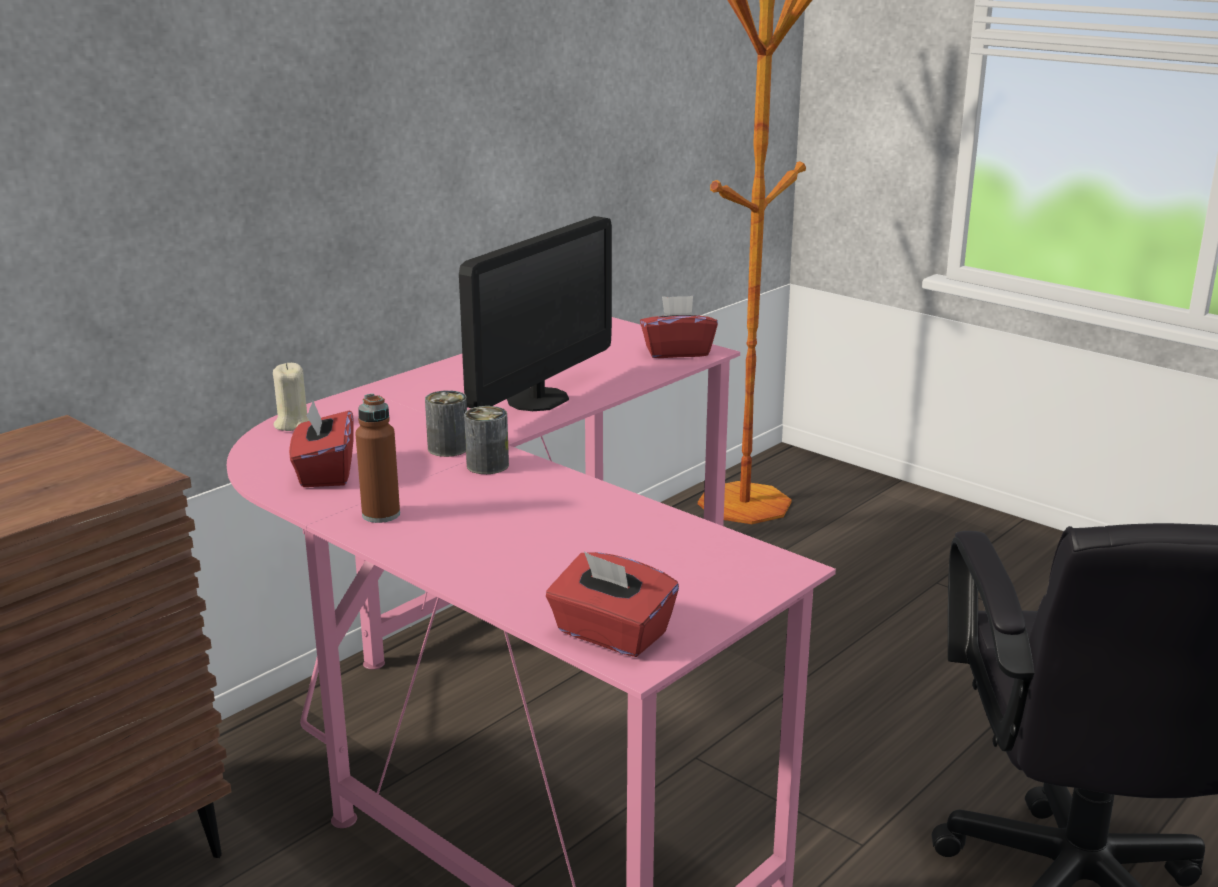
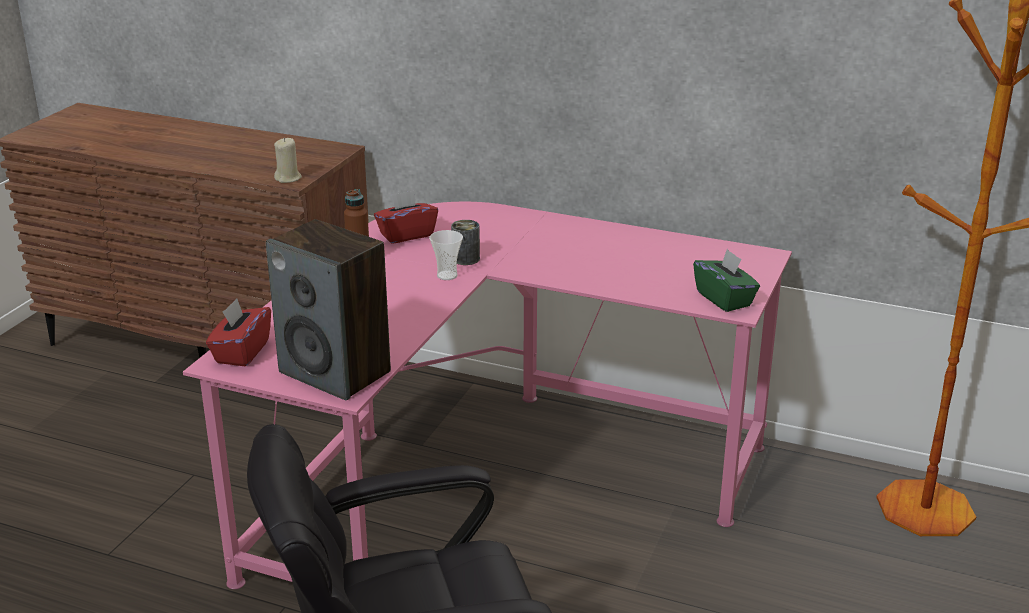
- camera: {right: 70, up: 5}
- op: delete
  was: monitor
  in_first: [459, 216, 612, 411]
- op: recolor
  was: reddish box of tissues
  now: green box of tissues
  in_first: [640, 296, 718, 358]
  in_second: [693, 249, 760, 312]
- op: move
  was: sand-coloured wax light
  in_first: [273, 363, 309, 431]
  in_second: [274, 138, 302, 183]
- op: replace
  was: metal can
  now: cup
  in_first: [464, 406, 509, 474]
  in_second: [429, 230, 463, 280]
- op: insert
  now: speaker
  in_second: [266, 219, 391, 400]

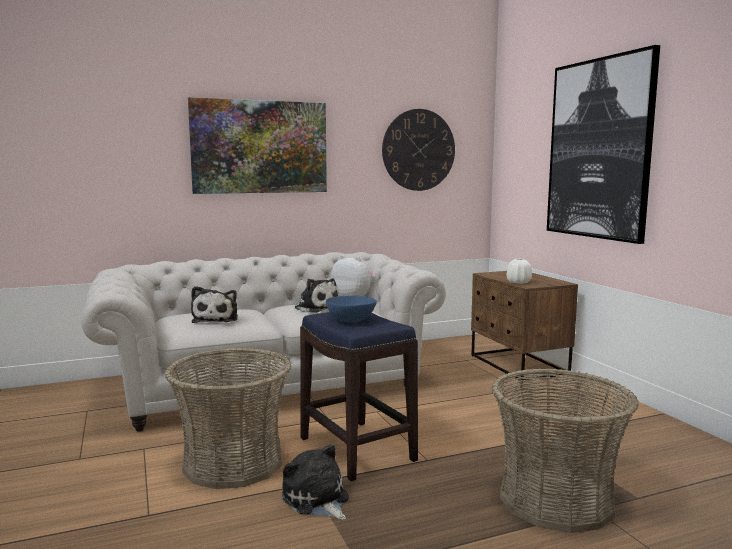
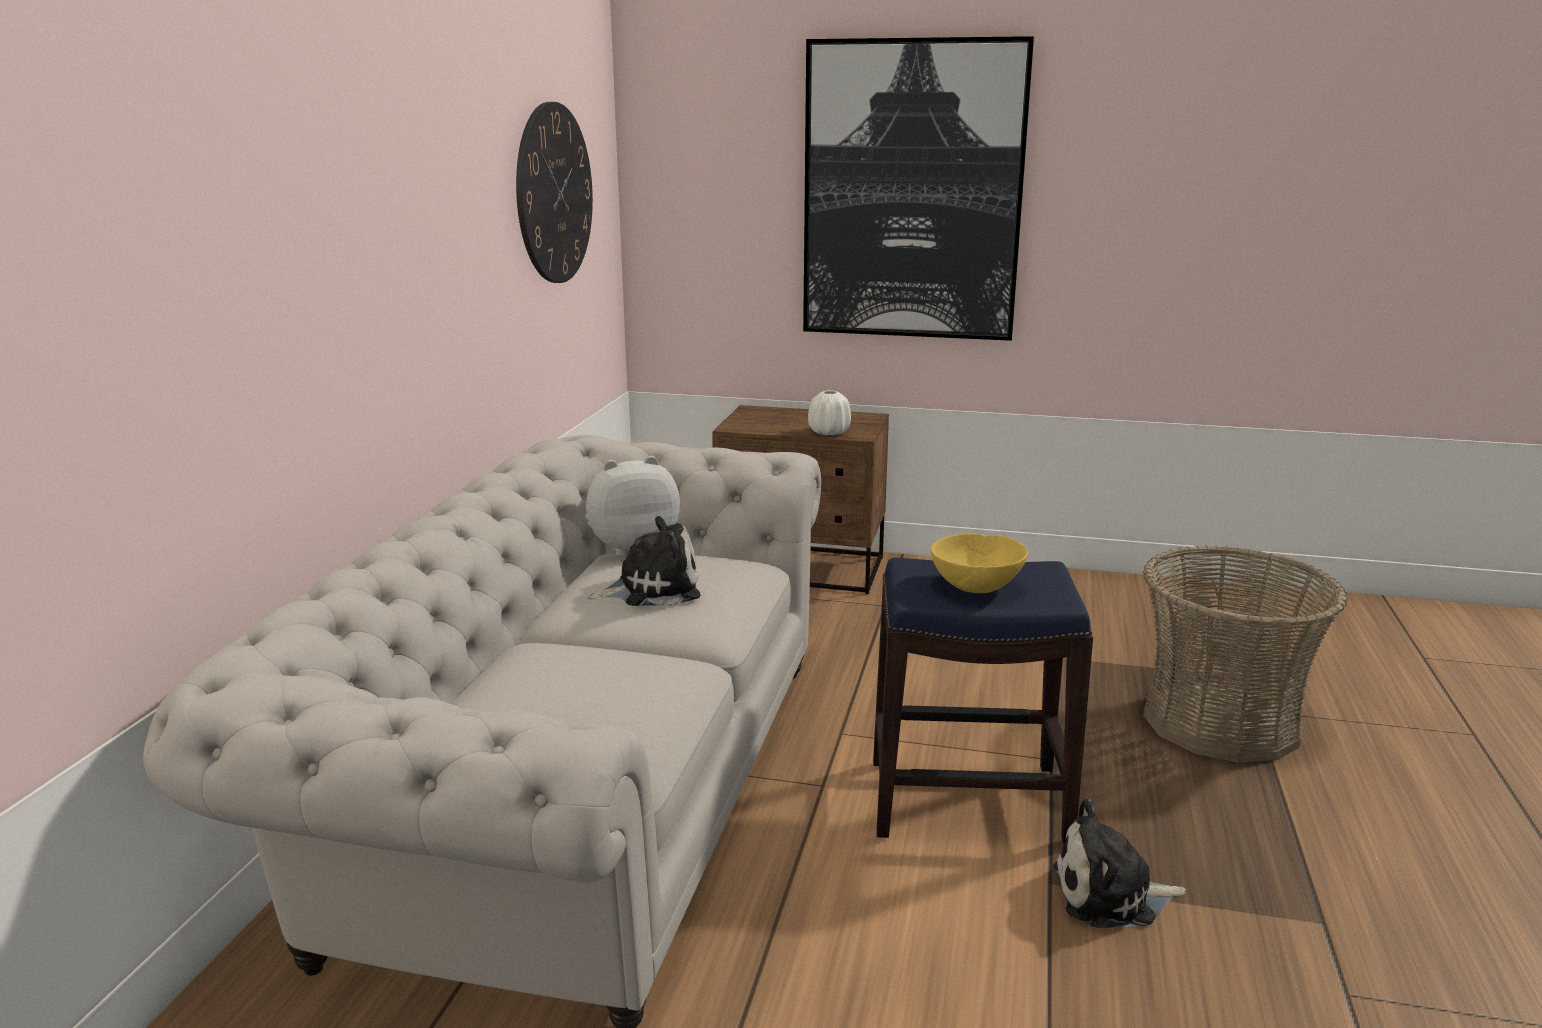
- camera: {right: -55, up: 10}
- op: delete
  was: wall art
  in_first: [188, 97, 327, 194]
- op: delete
  was: plush toy
  in_first: [191, 286, 237, 323]
- op: recolor
  was: bluish deep dish
  now: yellow deep dish
  in_first: [326, 296, 377, 322]
  in_second: [931, 533, 1028, 593]
- op: delete
  was: storage basket
  in_first: [165, 347, 292, 489]

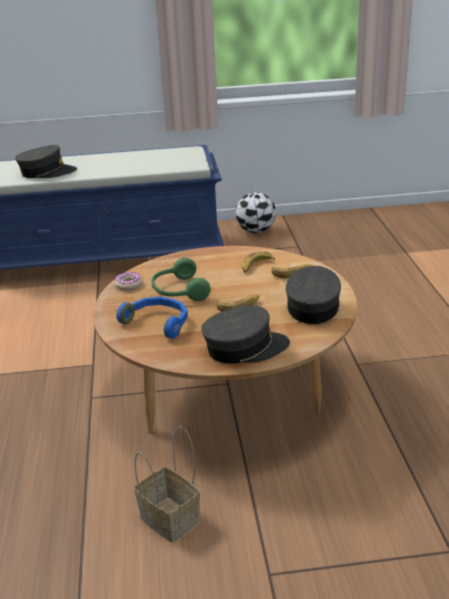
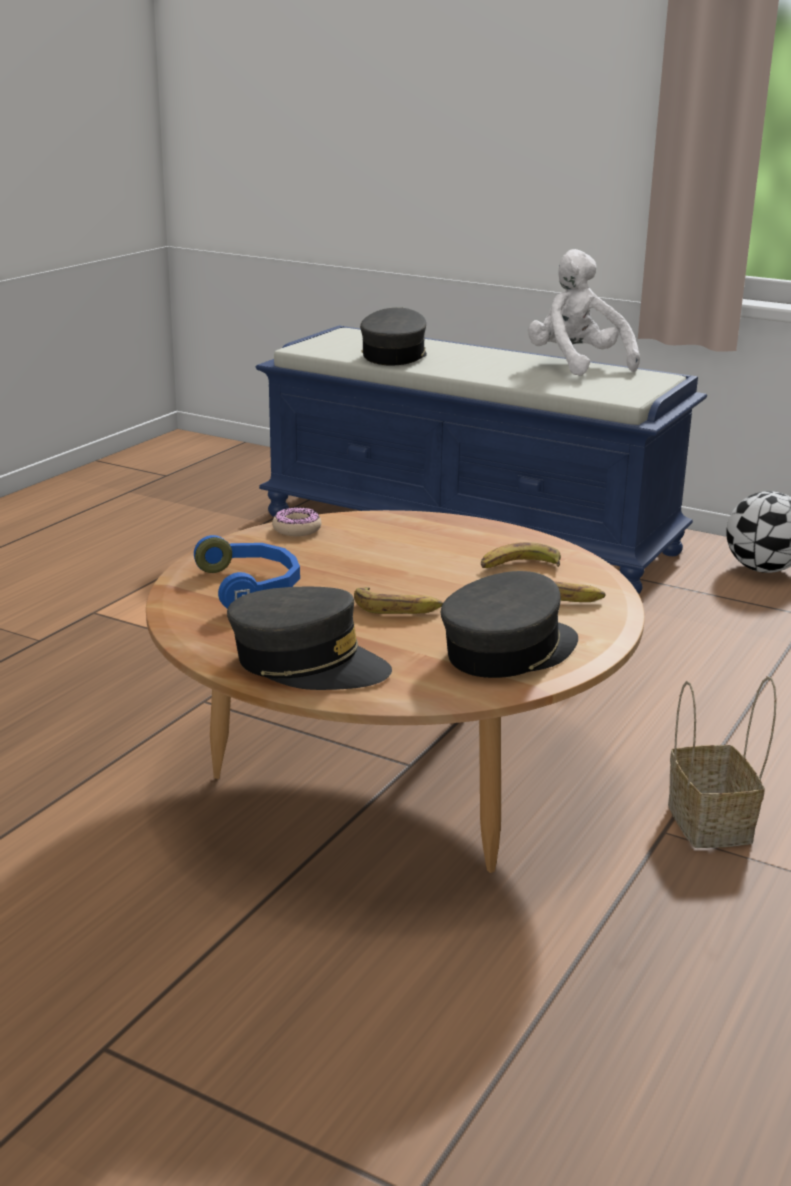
- camera: {right: 35, up: -5}
- op: rotate
  was: gray cap
  in_first: [15, 145, 77, 178]
  in_second: [360, 307, 427, 366]
  clockwise: -105
- op: delete
  was: green headphones
  in_first: [152, 258, 211, 301]
- op: move
  was: storage basket
  in_first: [134, 426, 200, 542]
  in_second: [668, 676, 777, 848]
- op: insert
  now: white plush toy
  in_second: [528, 249, 640, 376]

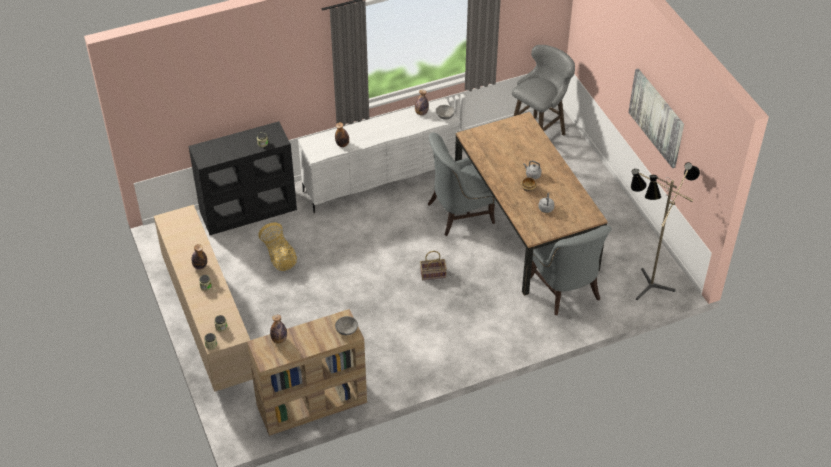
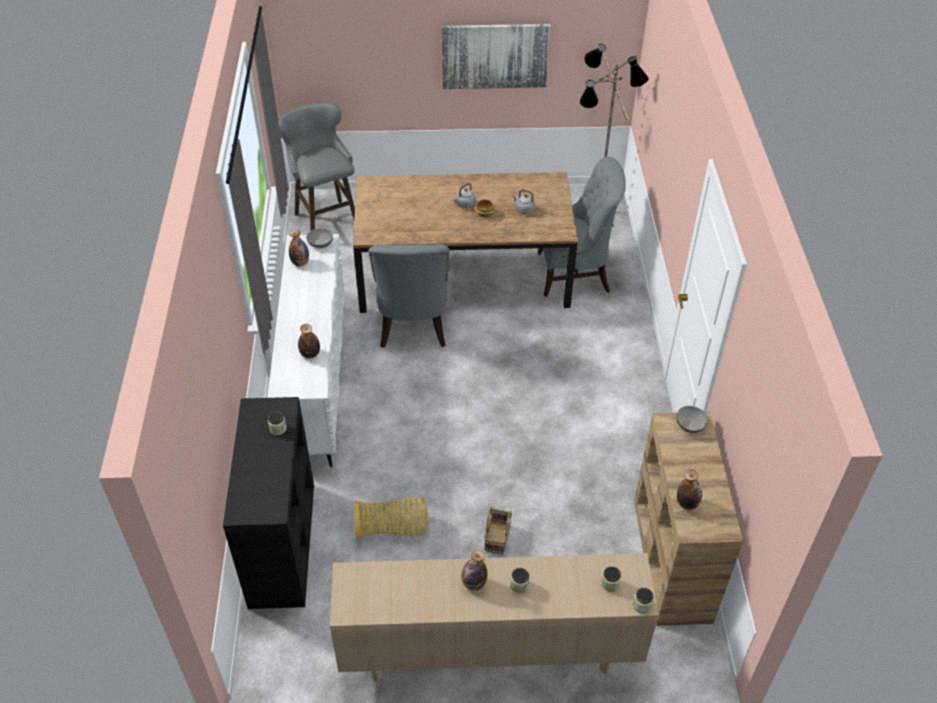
- camera: {right: -70, up: 0}
- op: move
  was: storage basket
  in_first: [420, 251, 447, 280]
  in_second: [484, 507, 512, 554]

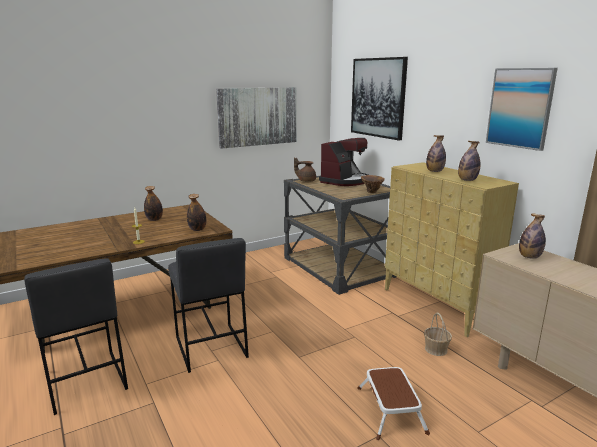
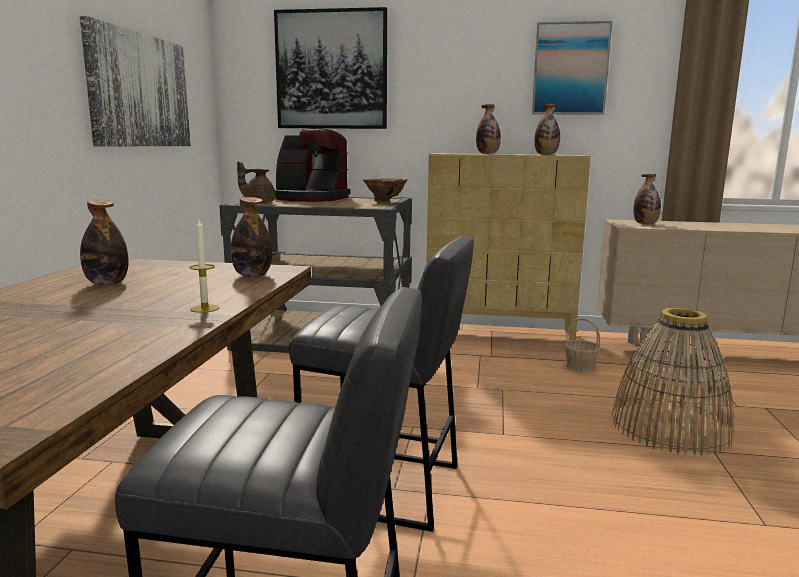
- camera: {right: -50, up: -5}
- op: rotate
  was: coffee maker
  in_first: [319, 138, 368, 186]
  in_second: [274, 128, 351, 202]
  clockwise: 120
- op: replace
  was: brownish stepladder
  now: storage basket
  in_first: [357, 367, 430, 440]
  in_second: [612, 308, 734, 456]

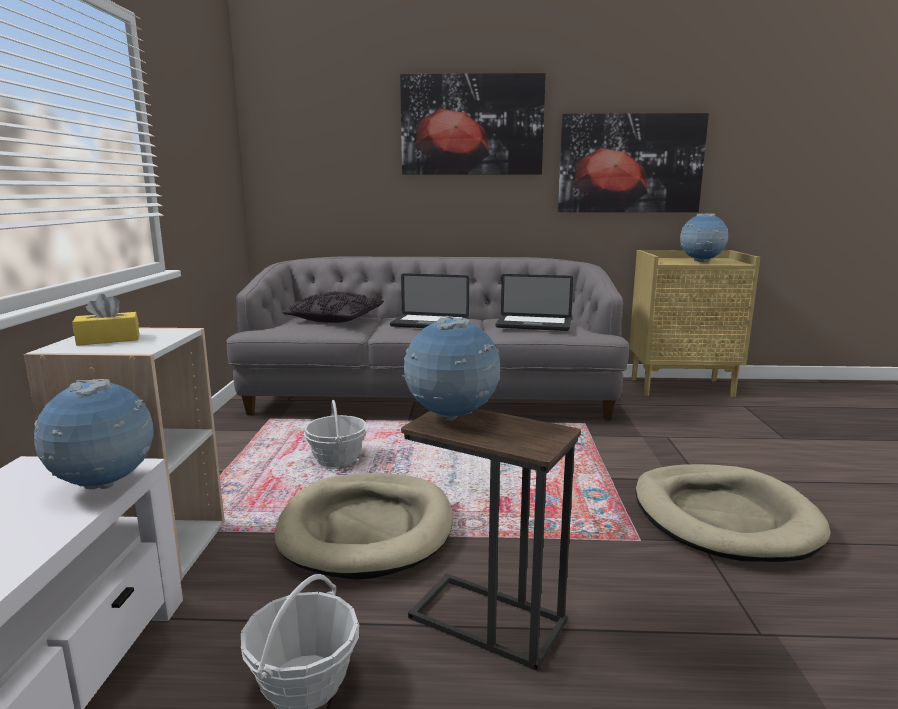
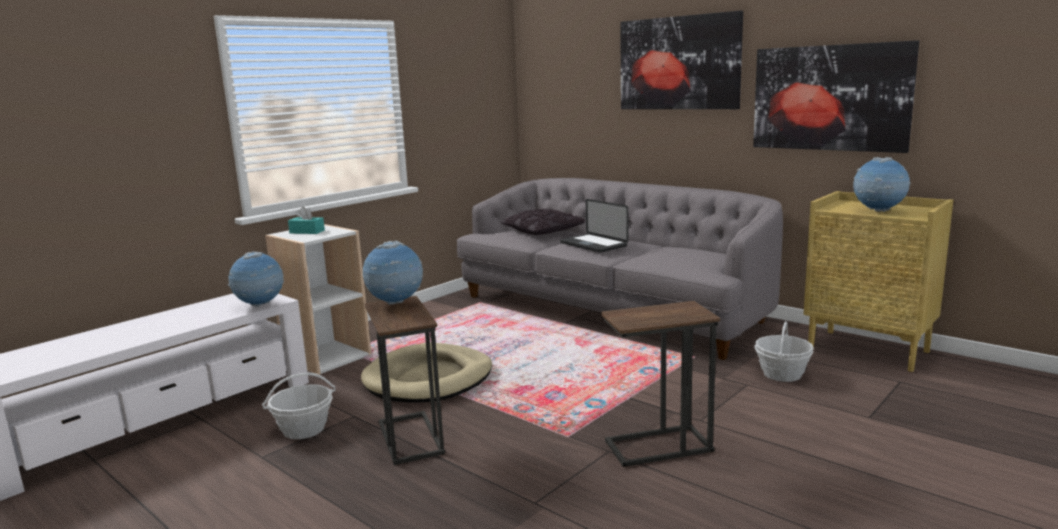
- camera: {right: 40, up: 0}
- op: delete
  was: portable computer
  in_first: [496, 274, 573, 331]
- op: recolor
  was: yellow box of tissues
  now: turquoise-coloured box of tissues
  in_first: [72, 294, 139, 346]
  in_second: [288, 206, 325, 234]
- op: move
  was: storage basket
  in_first: [304, 400, 367, 467]
  in_second: [755, 321, 814, 382]
- op: replace
  was: sand-coloured pet bed
  now: brownish end table
  in_first: [635, 464, 831, 562]
  in_second: [601, 301, 720, 467]

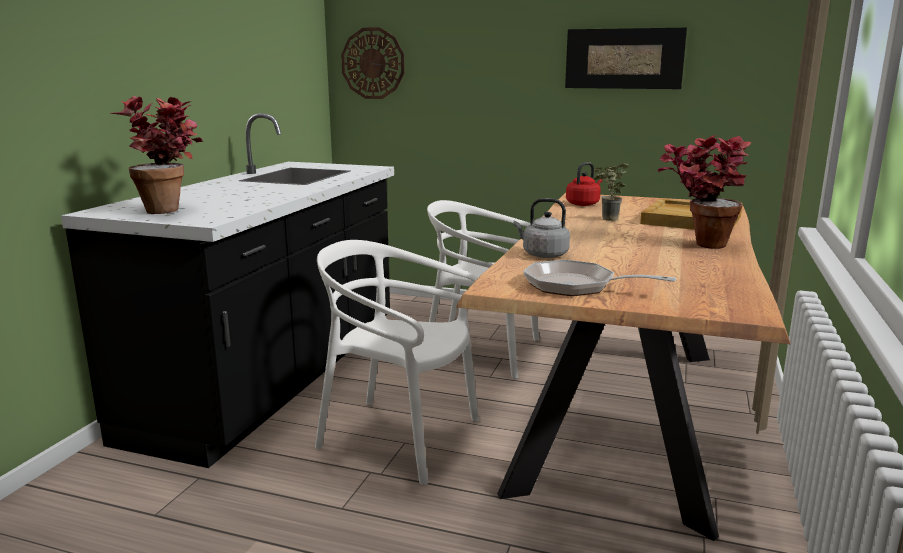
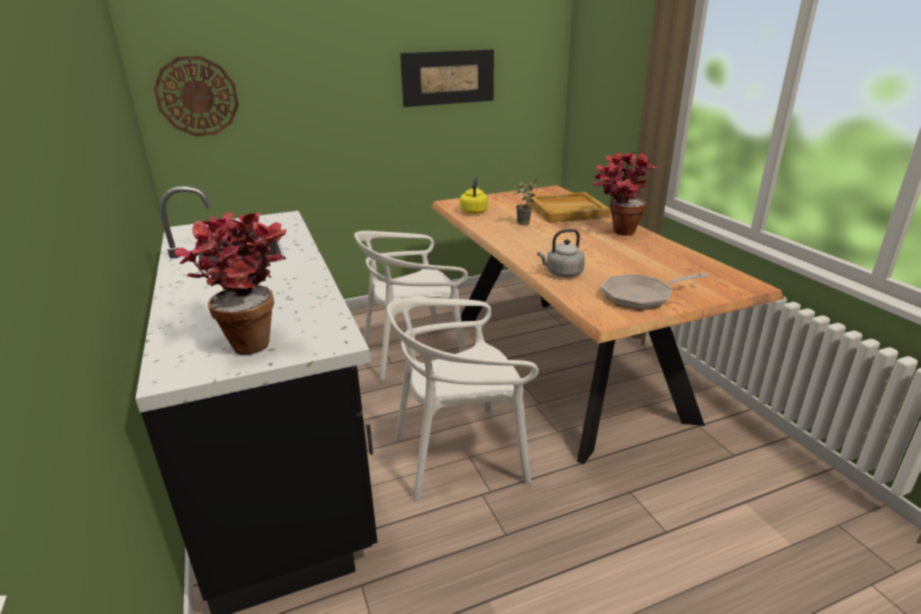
- camera: {right: -40, up: 10}
- op: recolor
  was: reddish kettle
  now: yellow kettle
  in_first: [566, 162, 603, 206]
  in_second: [460, 177, 488, 214]

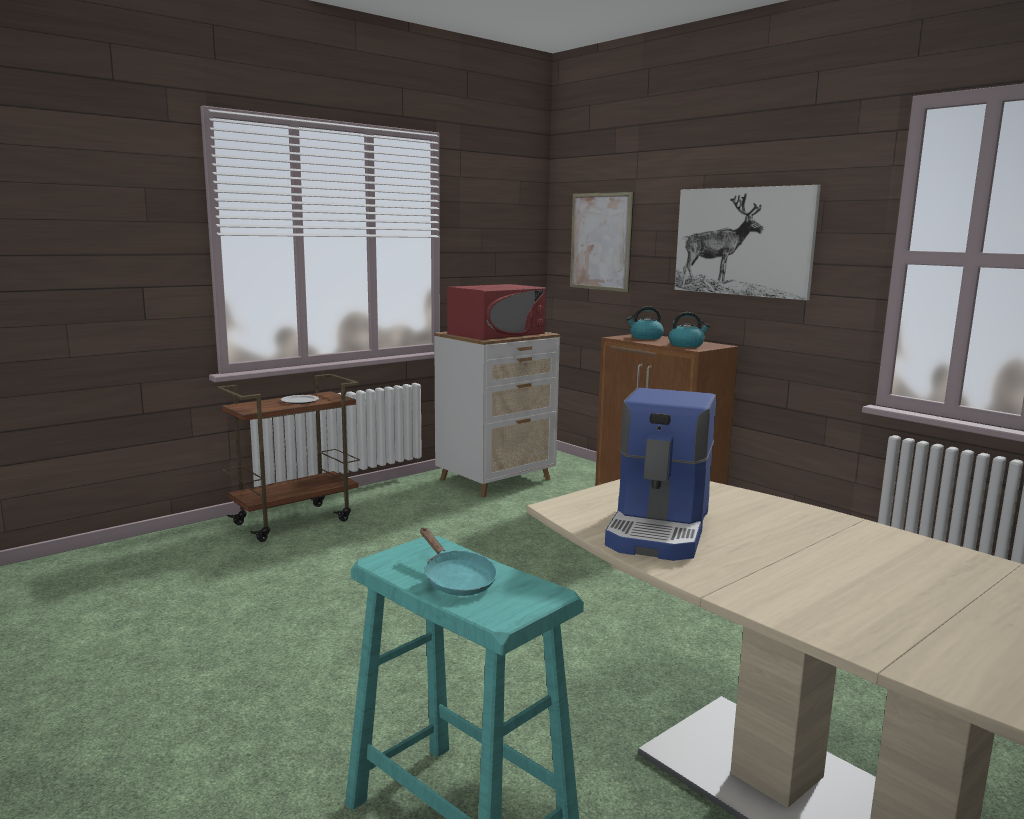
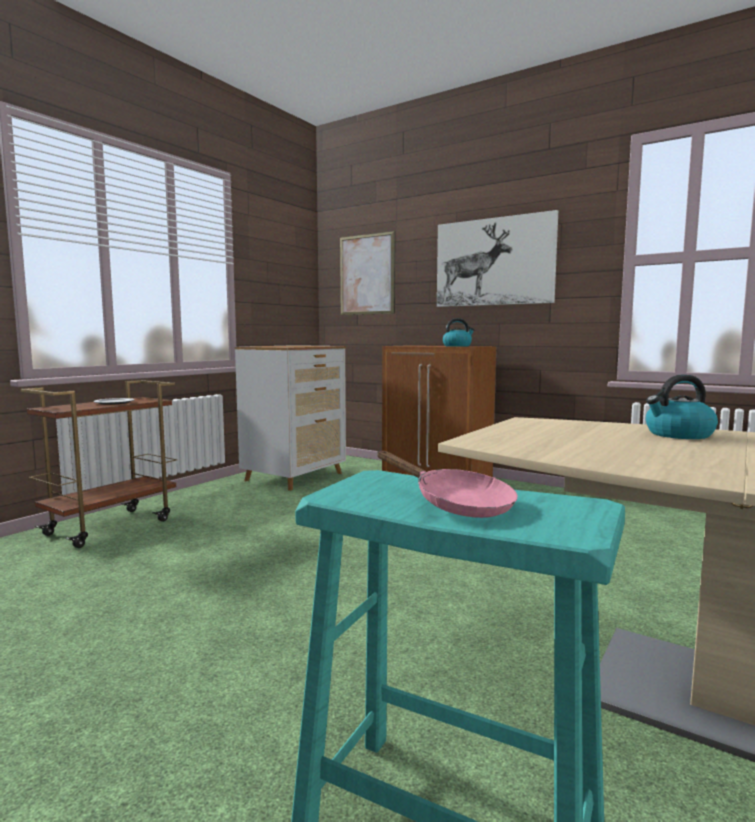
- camera: {right: -15, up: -5}
- op: delete
  was: reddish kitchen microwave
  in_first: [447, 284, 546, 340]
- op: move
  was: kettle
  in_first: [626, 306, 664, 340]
  in_second: [646, 375, 718, 439]
- op: delete
  was: coffee maker
  in_first: [605, 388, 716, 561]
- op: recolor
  was: turquoise-coloured frying pan
  now: pink-coloured frying pan
  in_first: [420, 528, 497, 596]
  in_second: [377, 451, 517, 518]

